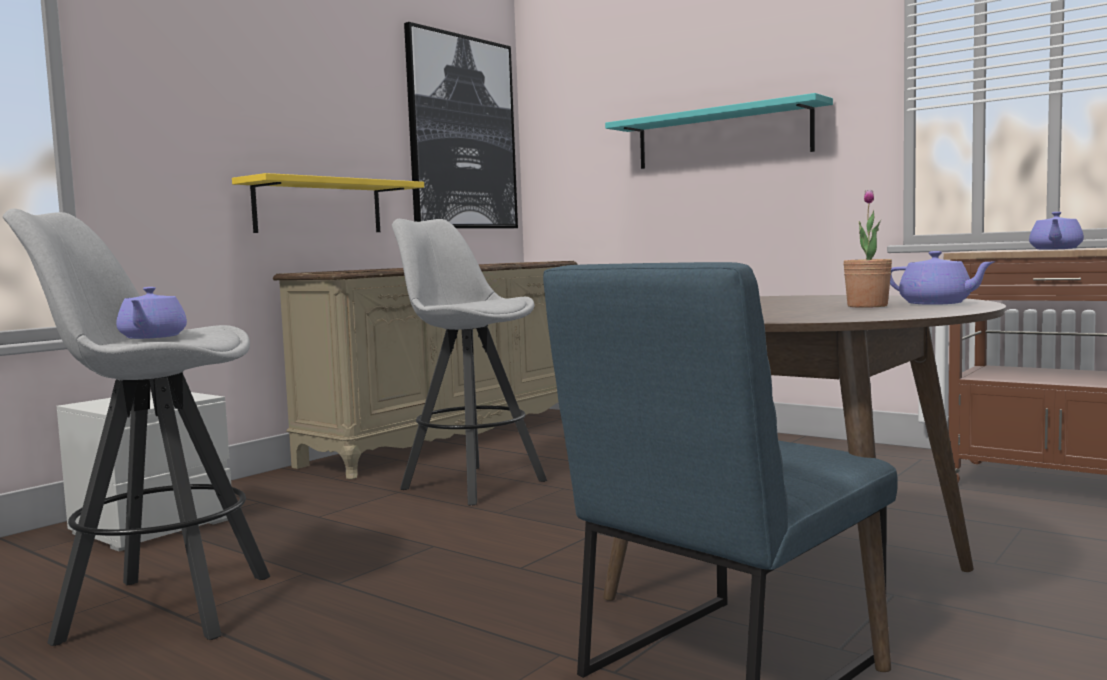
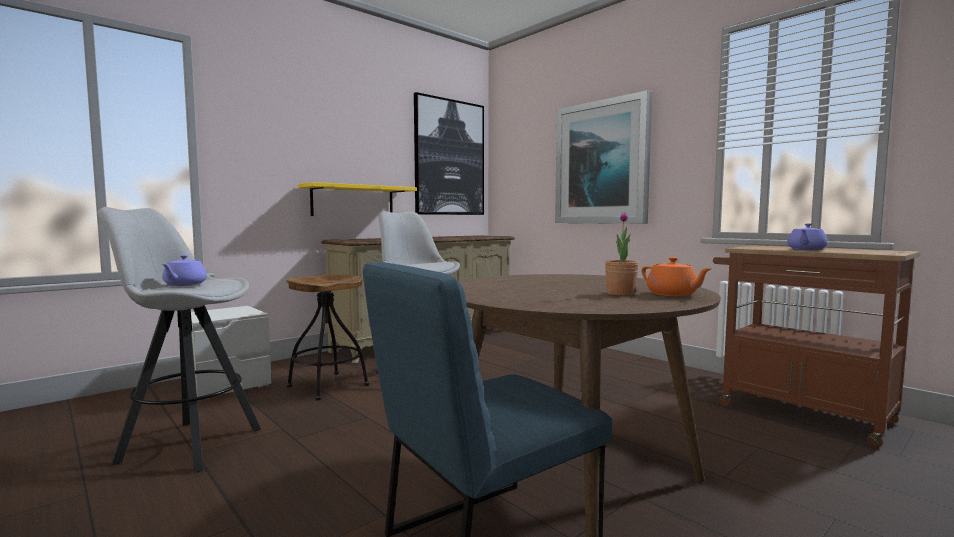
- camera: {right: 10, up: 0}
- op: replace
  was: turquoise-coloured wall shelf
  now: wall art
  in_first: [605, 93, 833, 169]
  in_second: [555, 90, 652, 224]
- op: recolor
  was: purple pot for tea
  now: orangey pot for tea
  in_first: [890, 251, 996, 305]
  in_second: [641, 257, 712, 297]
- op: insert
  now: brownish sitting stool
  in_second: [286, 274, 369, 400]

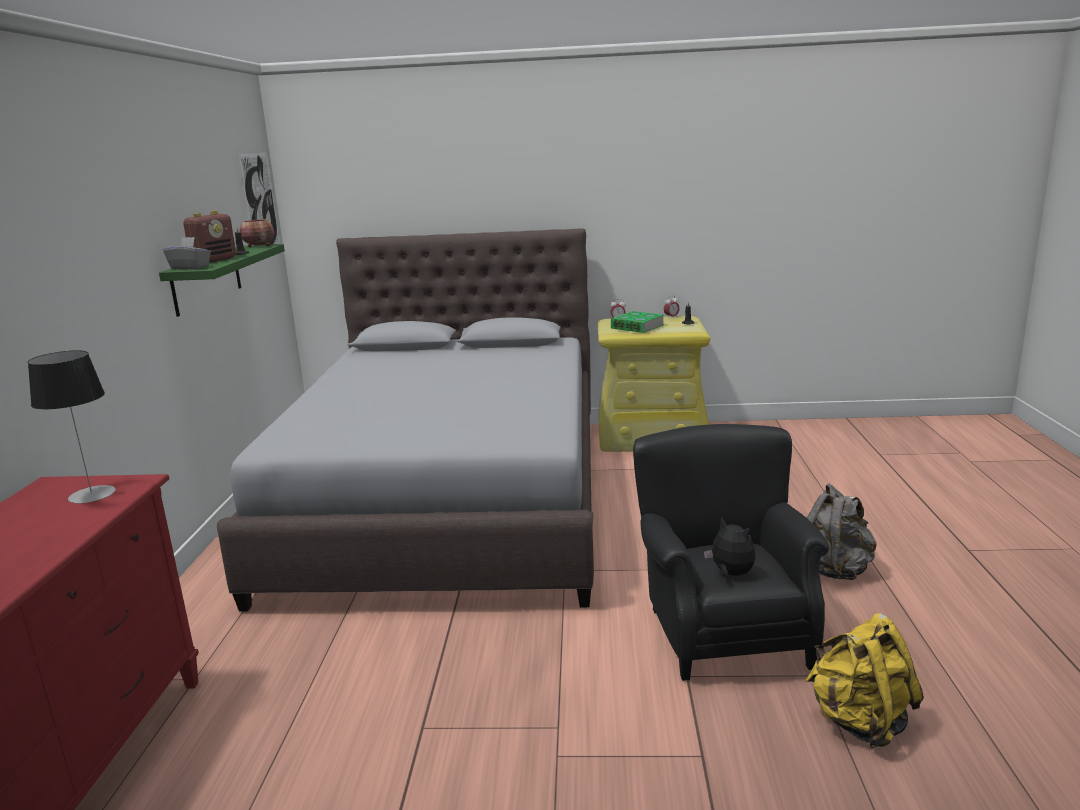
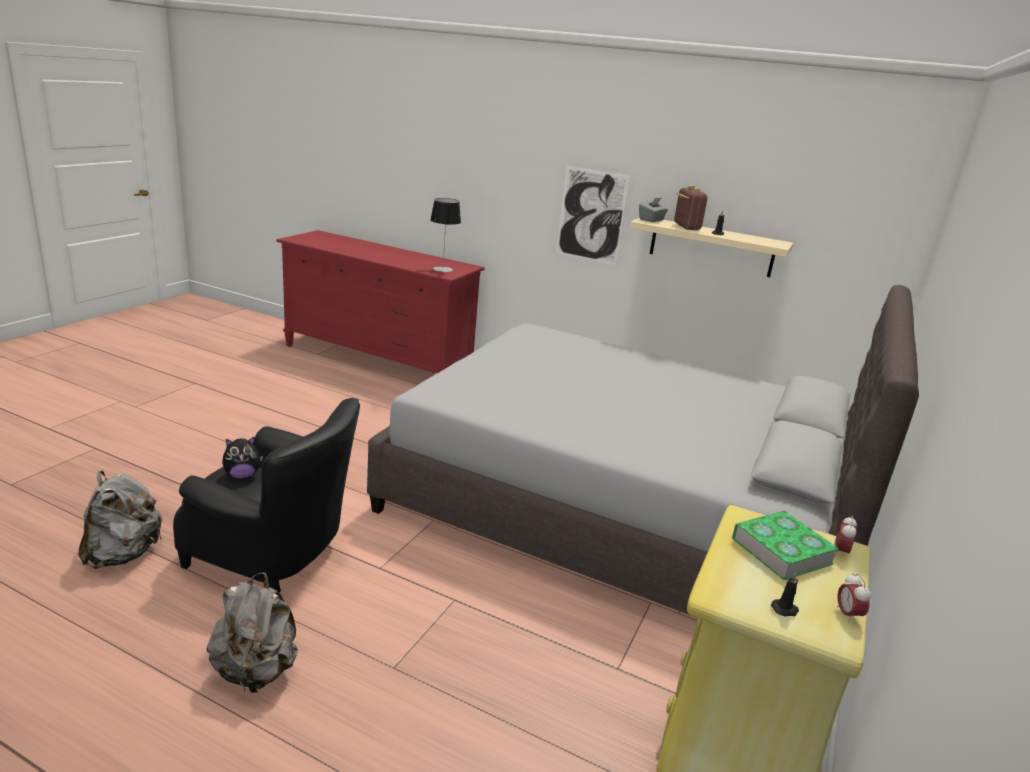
- camera: {right: 110, up: 5}
- op: move
  was: wall art
  in_first: [238, 153, 280, 245]
  in_second: [556, 166, 630, 265]
- op: rotate
  was: radio set
  in_first: [183, 211, 236, 263]
  in_second: [674, 185, 708, 230]
  clockwise: -150
- op: delete
  was: deep dish
  in_first: [240, 219, 274, 247]
- op: recolor
  was: green wall shelf
  now: sand-coloured wall shelf
  in_first: [159, 244, 285, 317]
  in_second: [630, 218, 794, 277]
- op: recolor
  was: yellow knapsack
  now: gray knapsack
  in_first: [805, 613, 924, 748]
  in_second: [78, 471, 162, 569]

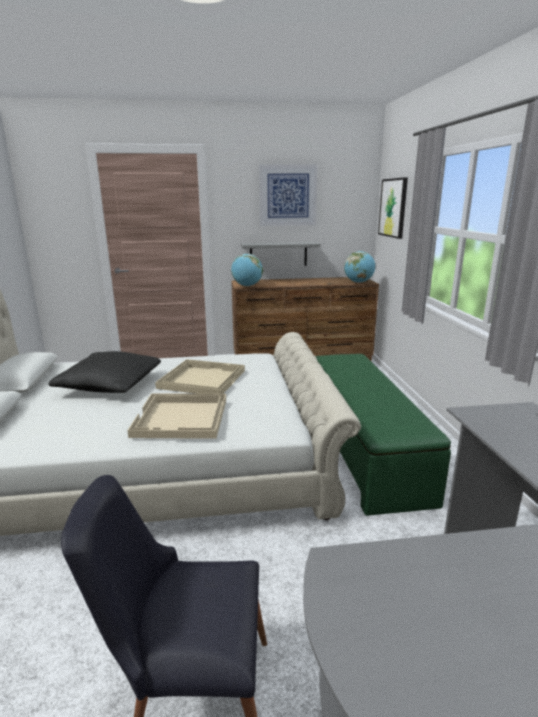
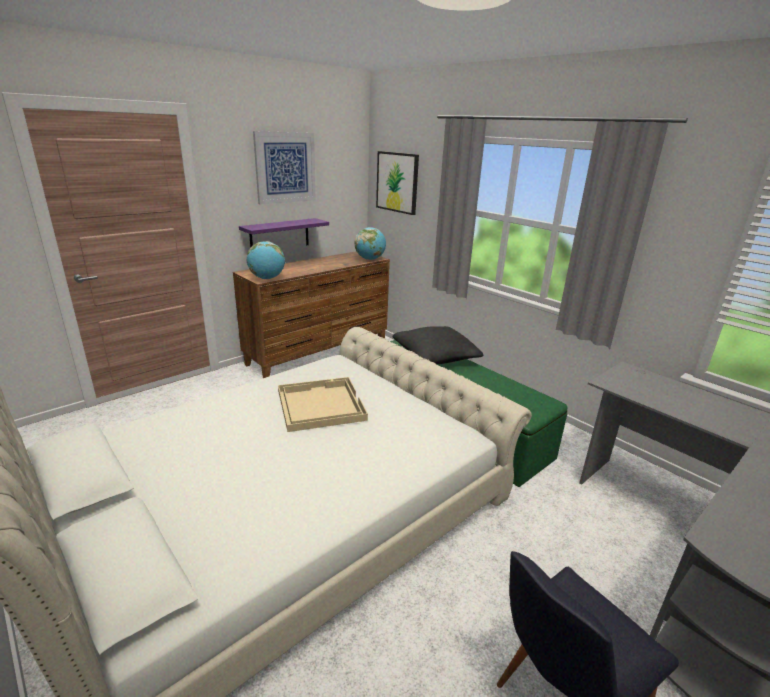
- camera: {right: -35, up: 5}
- op: recolor
  was: gray wall shelf
  now: purple wall shelf
  in_first: [241, 242, 321, 266]
  in_second: [239, 218, 329, 248]
- op: move
  was: black cushion
  in_first: [49, 351, 161, 393]
  in_second: [392, 326, 484, 364]
- op: delete
  was: sand-coloured carrying tray
  in_first: [127, 393, 226, 439]

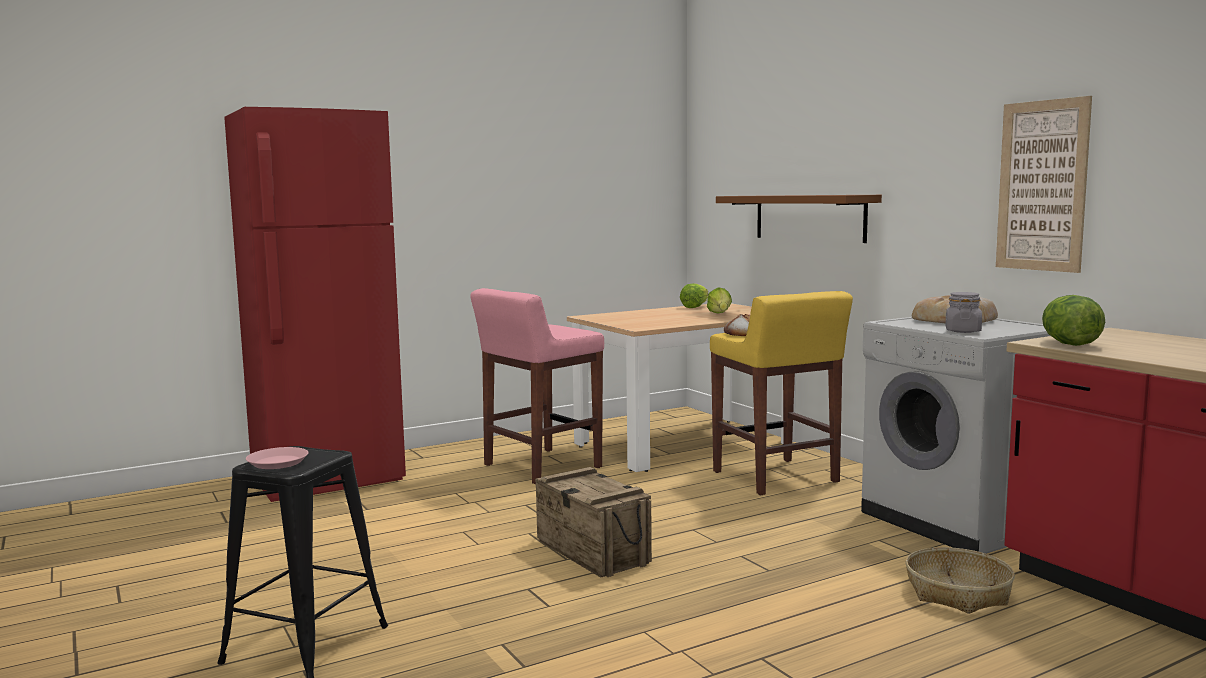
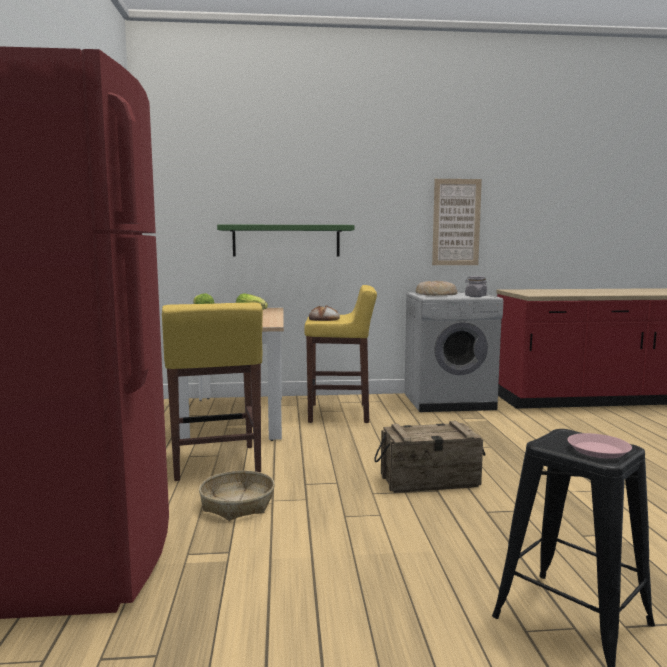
- camera: {right: -65, up: 0}
- op: recolor
  was: brownish wall shelf
  now: green wall shelf
  in_first: [716, 195, 882, 243]
  in_second: [217, 224, 354, 257]
- op: recolor
  was: pink-coloured sitting stool
  now: yellow sitting stool
  in_first: [470, 288, 604, 484]
  in_second: [162, 303, 263, 481]
- op: delete
  was: head of lettuce
  in_first: [1042, 295, 1105, 346]
- op: move
  was: storage basket
  in_first: [905, 547, 1015, 614]
  in_second: [199, 470, 275, 521]

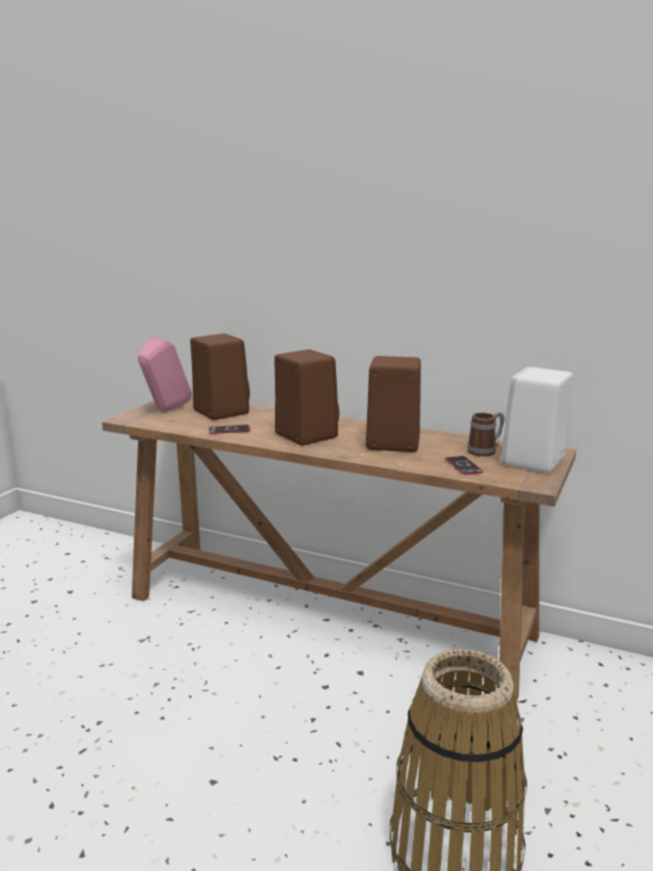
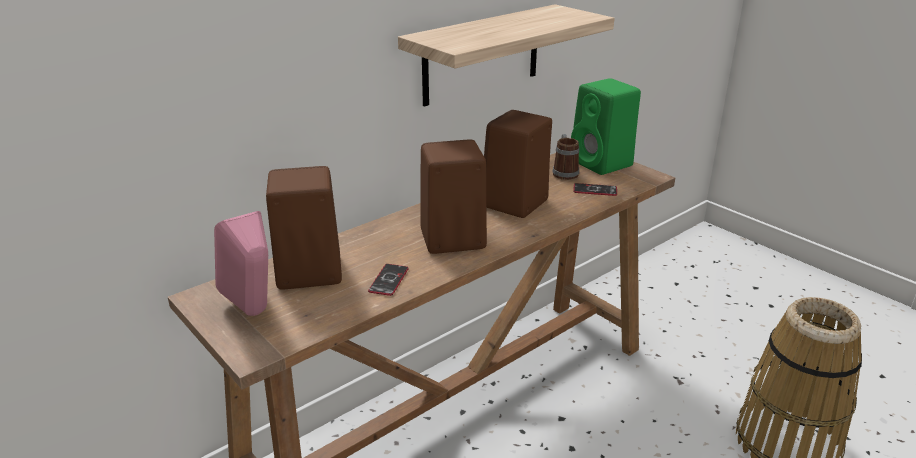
- camera: {right: -65, up: 10}
- op: recolor
  was: white speaker
  now: green speaker
  in_first: [501, 367, 573, 473]
  in_second: [571, 78, 641, 175]
- op: insert
  now: wall shelf
  in_second: [398, 4, 615, 107]

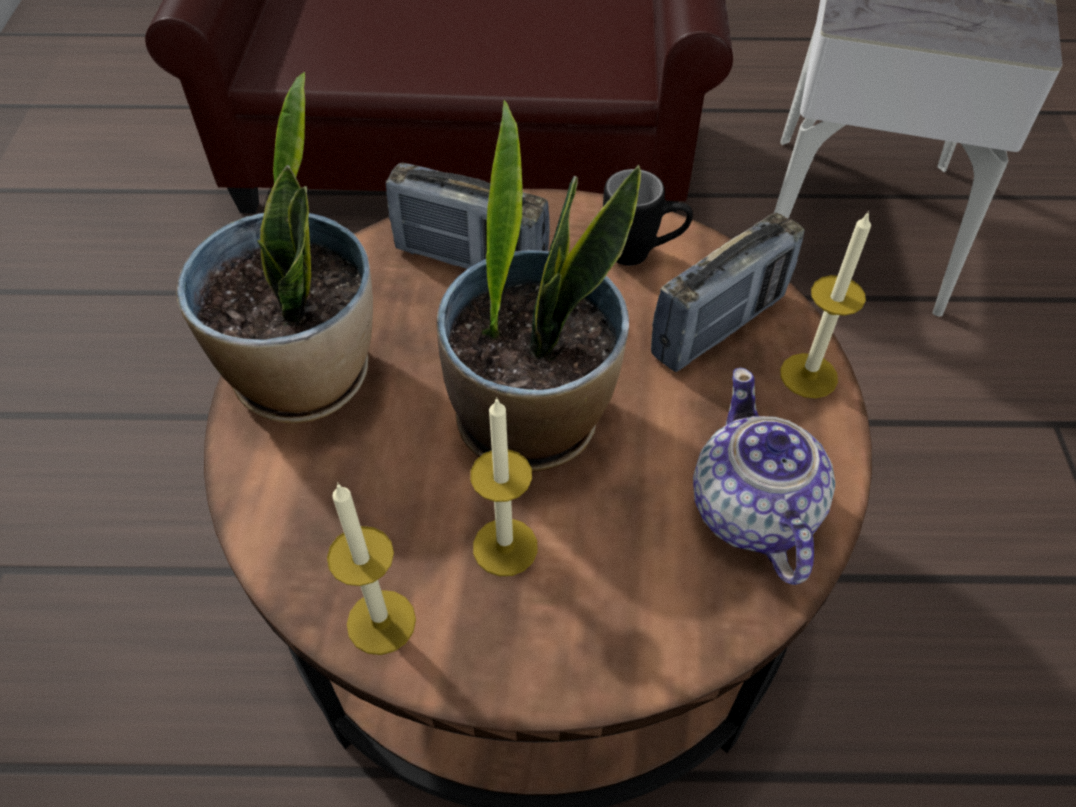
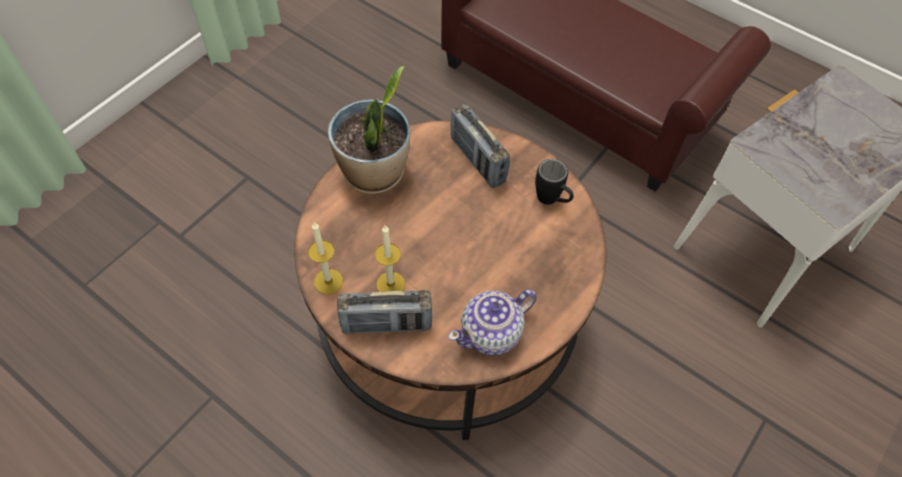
- camera: {right: 35, up: 5}
- op: delete
  was: houseplant
  in_first: [437, 100, 641, 472]
- op: delete
  was: wax light
  in_first: [780, 211, 871, 398]
- op: move
  was: radio set
  in_first: [651, 213, 805, 372]
  in_second: [337, 290, 432, 334]
- op: rotate
  was: pot for tea
  in_first: [693, 368, 835, 585]
  in_second: [448, 289, 537, 356]
  clockwise: -150

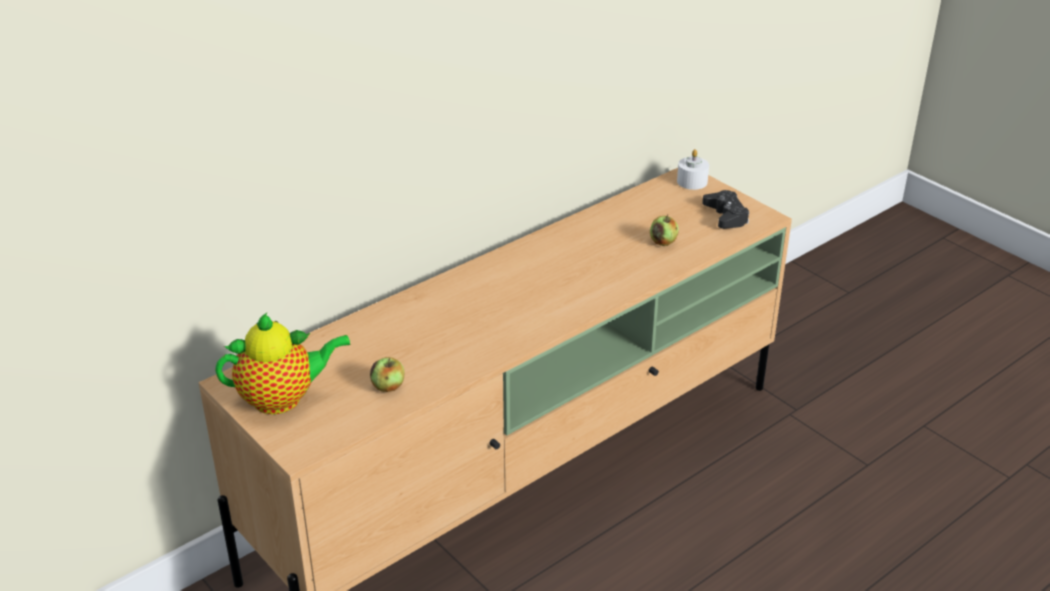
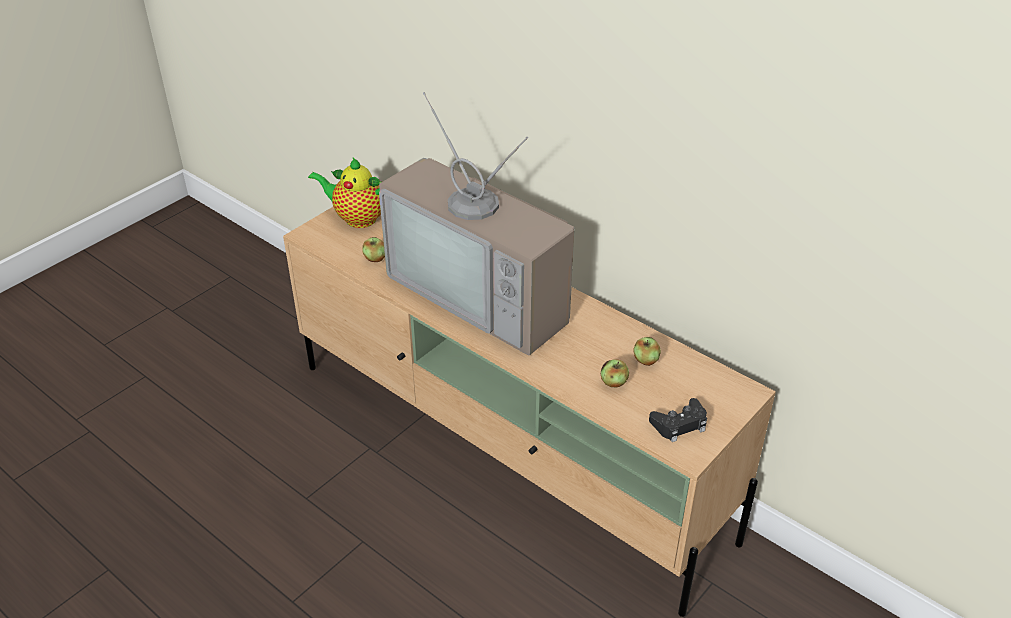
- camera: {right: 80, up: 5}
- op: delete
  was: white wax light
  in_first: [677, 149, 709, 190]
- op: rotate
  was: pot for tea
  in_first: [215, 313, 350, 414]
  in_second: [308, 158, 383, 228]
  clockwise: 135
- op: insert
  now: television
  in_second: [379, 92, 575, 355]
- op: insert
  now: apple fruit
  in_second: [634, 337, 661, 366]

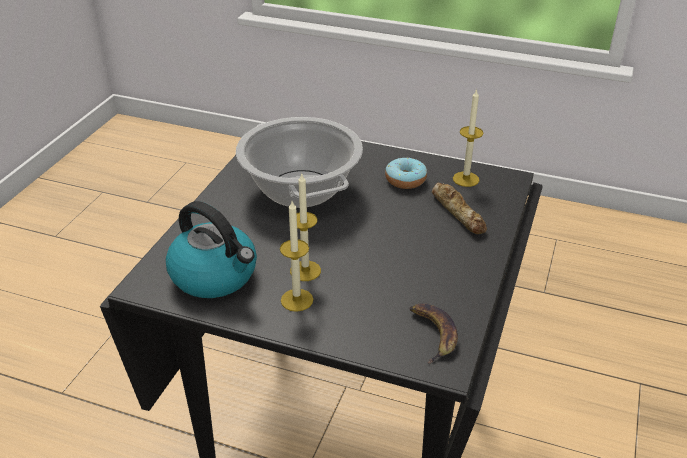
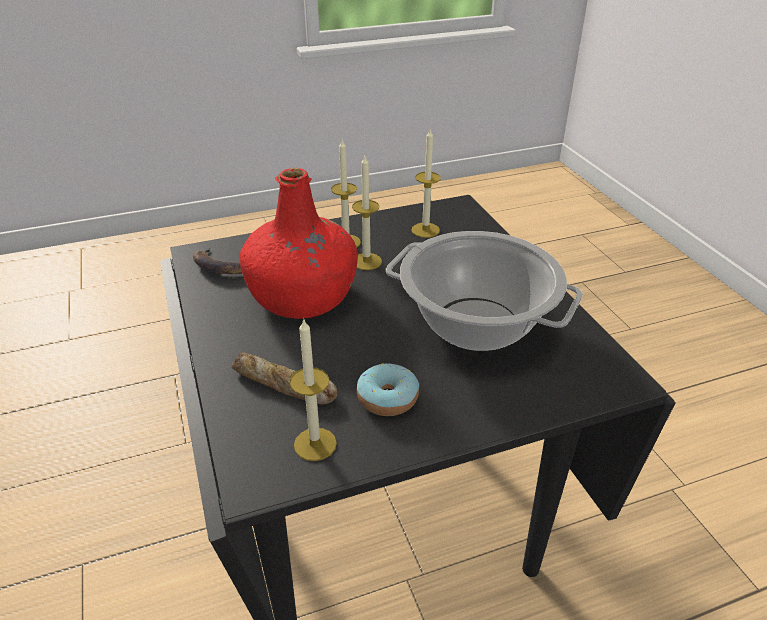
- camera: {right: 140, up: 0}
- op: replace
  was: kettle
  now: wax light
  in_first: [166, 201, 257, 298]
  in_second: [411, 129, 441, 238]
- op: insert
  now: reddish beverage bottle
  in_second: [240, 168, 358, 319]

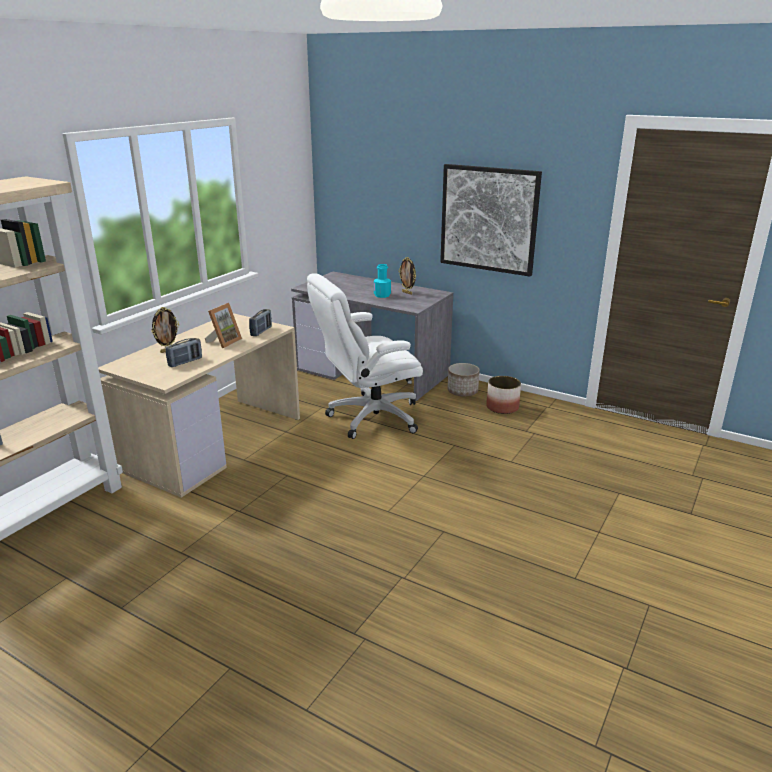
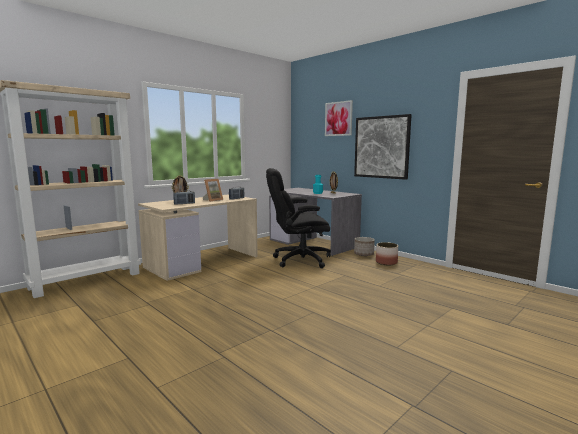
- camera: {right: 15, up: -15}
- op: recolor
  was: white desk chair
  now: black desk chair
  in_first: [307, 273, 423, 439]
  in_second: [266, 168, 331, 268]
- op: insert
  now: wall art
  in_second: [325, 100, 353, 136]

